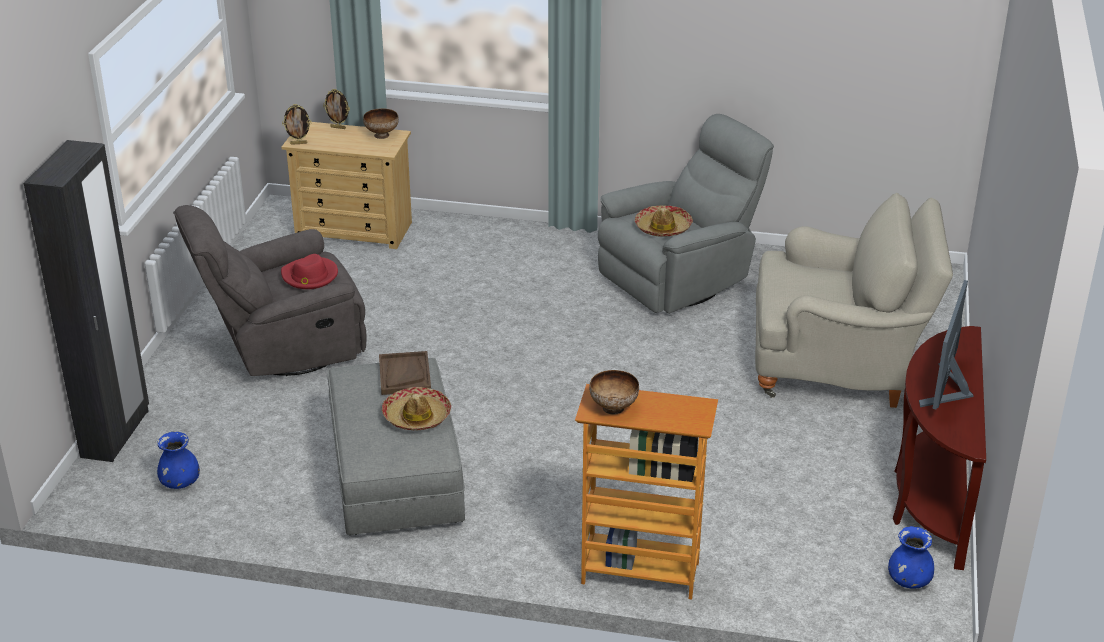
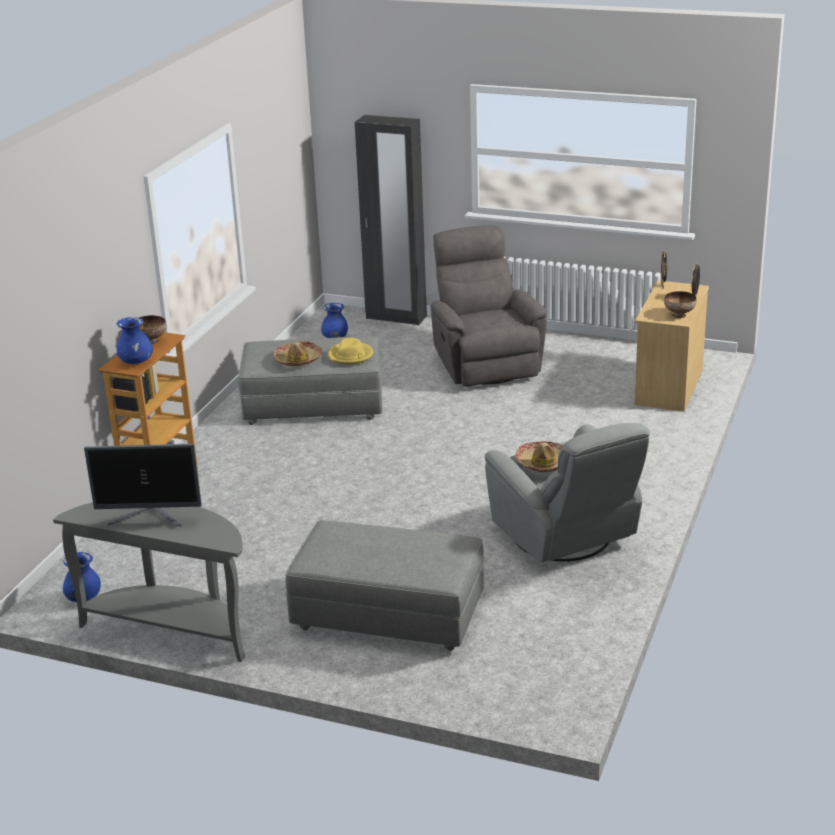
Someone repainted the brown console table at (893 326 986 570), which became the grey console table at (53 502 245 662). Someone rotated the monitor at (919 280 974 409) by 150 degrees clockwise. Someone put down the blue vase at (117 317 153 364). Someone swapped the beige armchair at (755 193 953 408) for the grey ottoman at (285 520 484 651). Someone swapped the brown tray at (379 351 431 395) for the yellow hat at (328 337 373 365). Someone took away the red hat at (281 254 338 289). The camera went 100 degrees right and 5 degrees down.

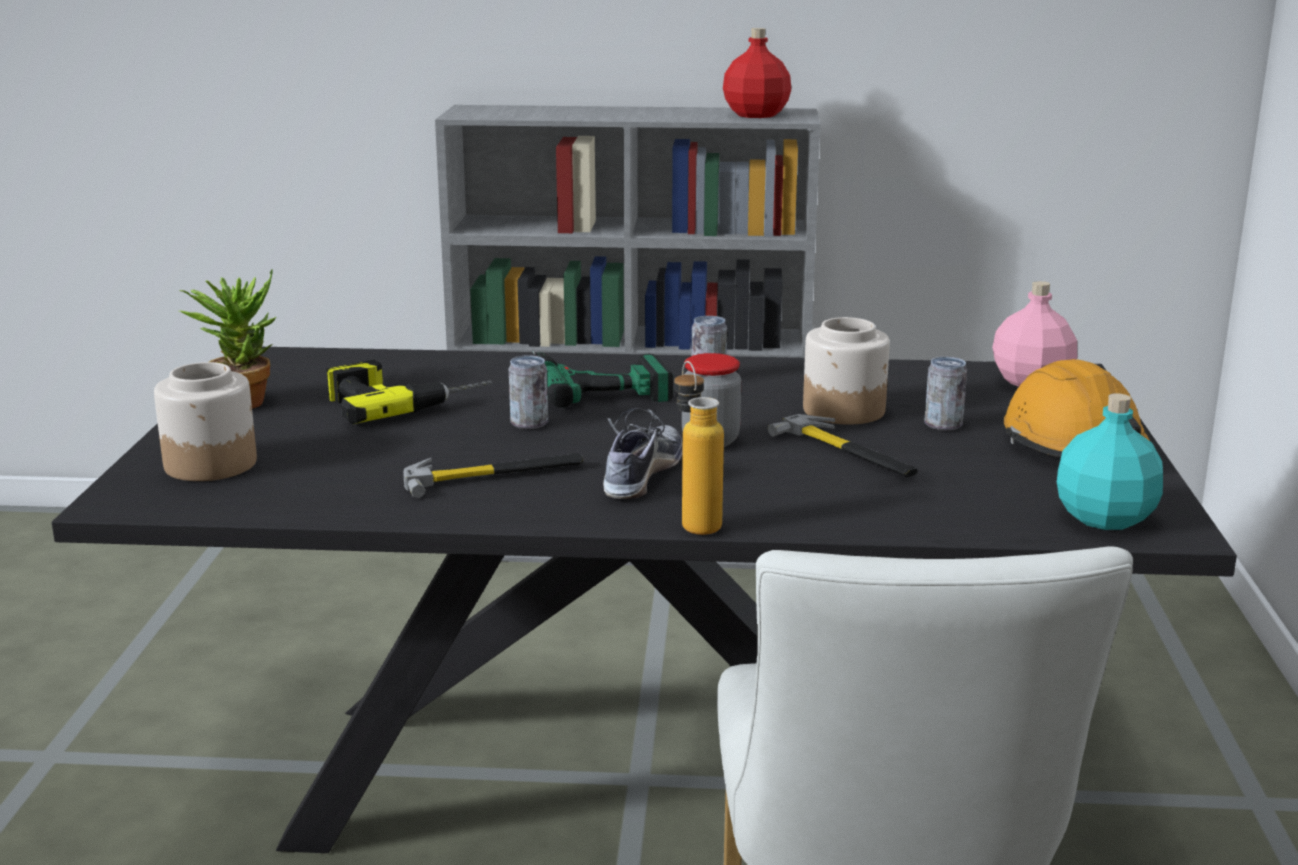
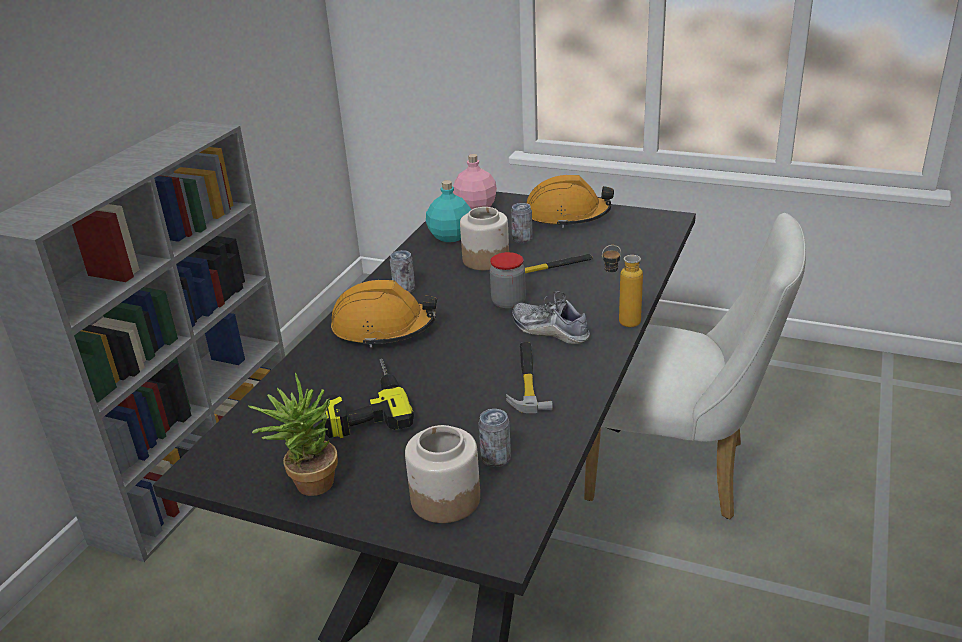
Someone swapped the power drill at (532 351 673 408) for the orange hard hat at (331 280 437 348). Someone carried the turquoise bottle from (1057 393 1163 530) to (426 180 472 242). Someone carried the can from (509 355 548 429) to (478 409 511 467). Someone took away the red bottle at (723 28 791 118). The camera went 70 degrees left and 10 degrees up.

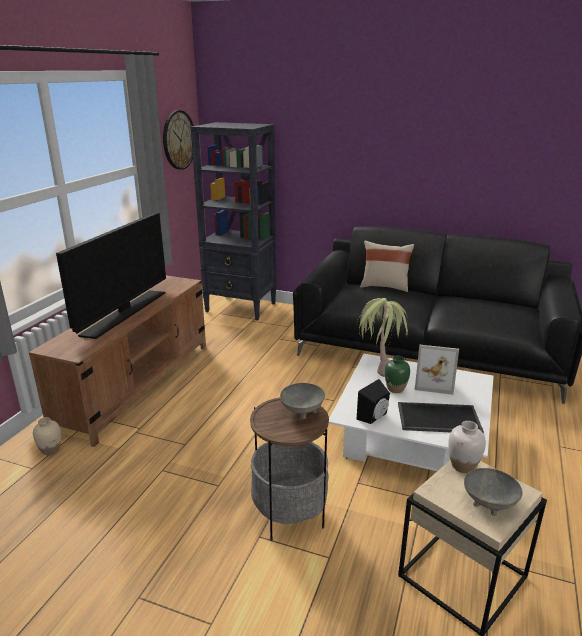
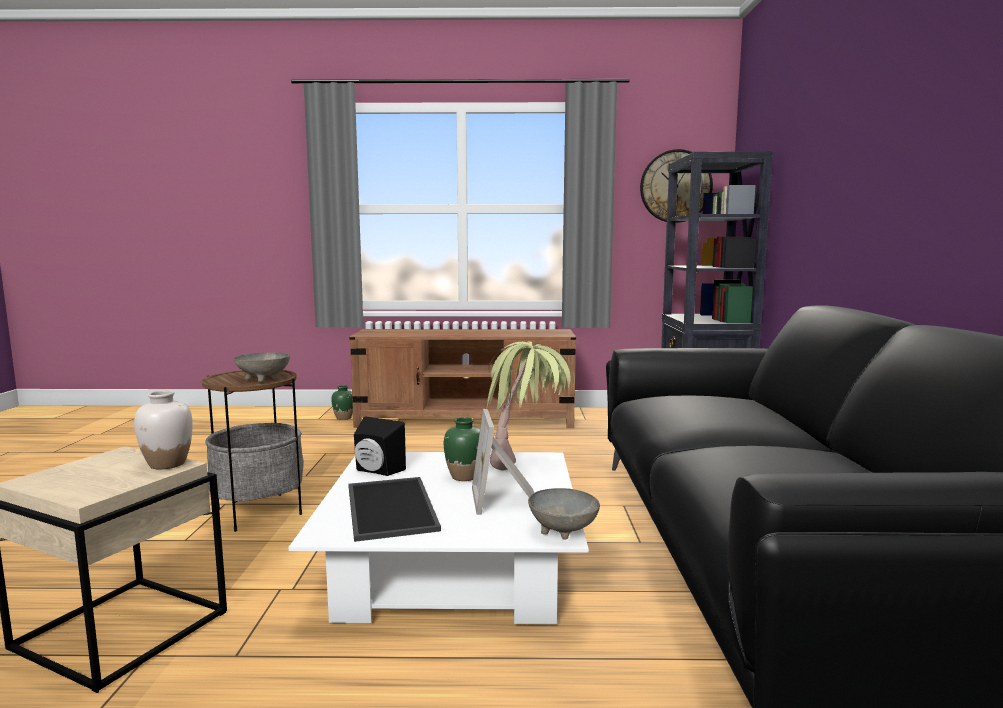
Someone repainted the beige vase at (33 417 61 455), which became the green vase at (331 385 353 420). Someone carried the grey bowl from (464 468 523 516) to (528 488 600 540). Someone took away the television at (56 213 166 339). Someone took away the beige pillow at (360 240 414 292). The camera went 70 degrees right and 15 degrees down.

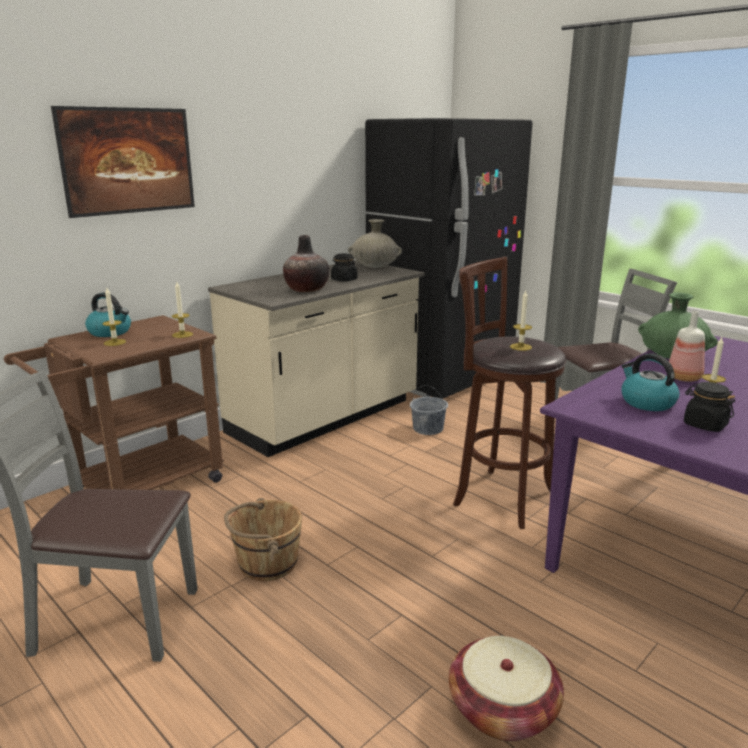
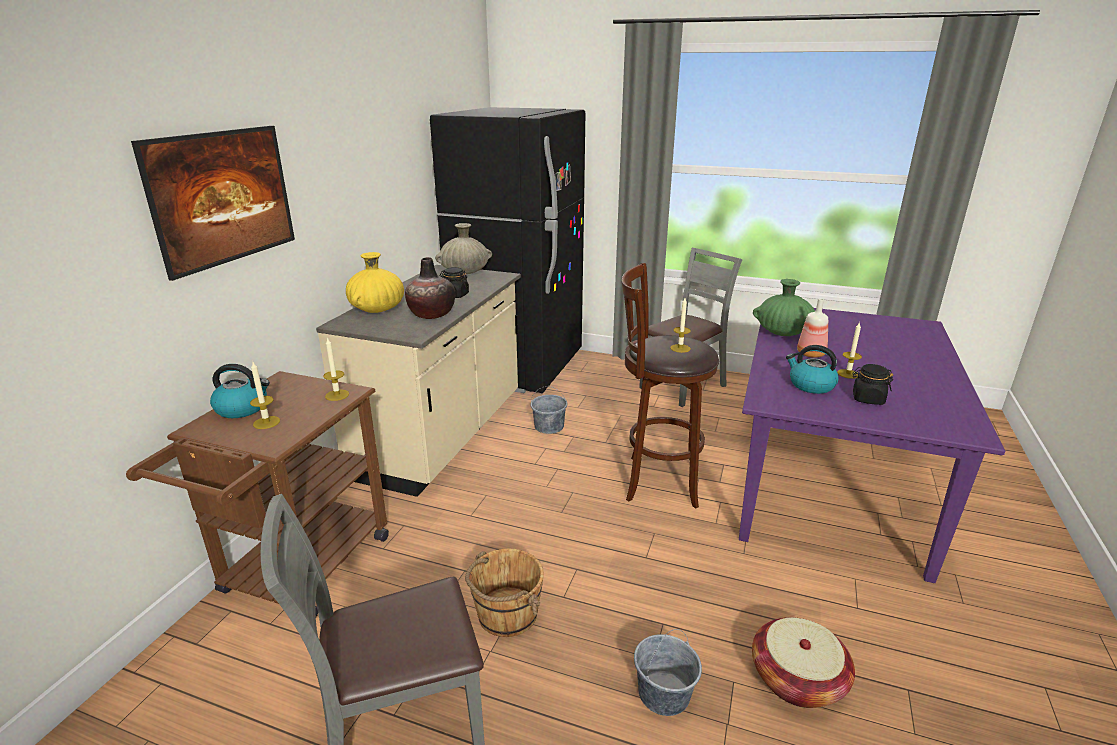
Someone put down the yellow vase at (346 252 404 313). Someone put down the grey bucket at (634 629 702 716). The camera went 25 degrees left and 5 degrees up.

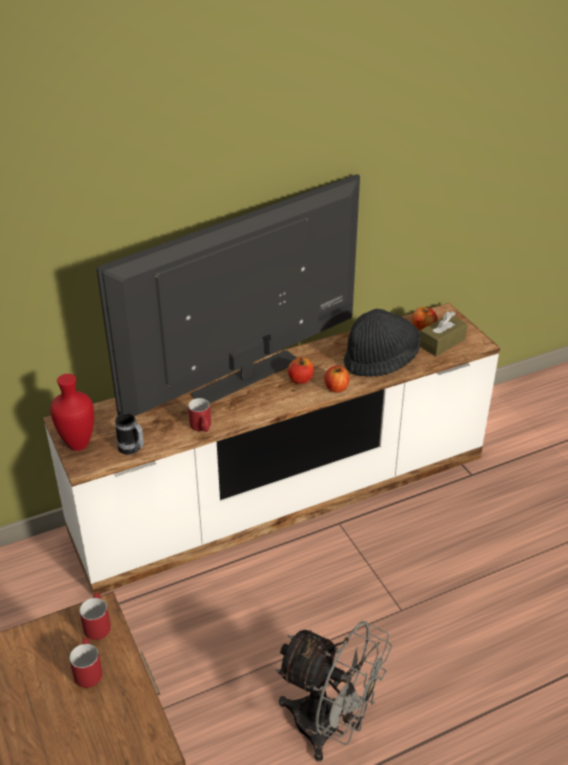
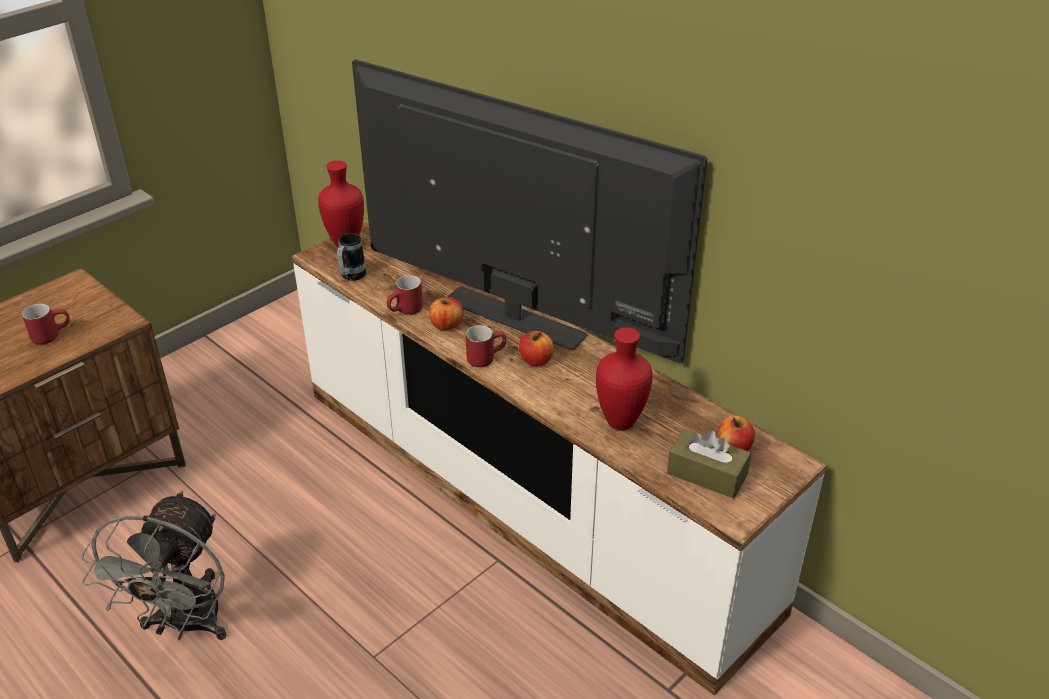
Someone carried the apple from (325 366 349 393) to (429 297 463 330). Someone carried the red mug from (80 593 111 640) to (466 325 507 367). Someone swapped the black hat at (344 309 421 377) for the red vase at (596 327 653 430). The camera went 70 degrees right and 0 degrees up.

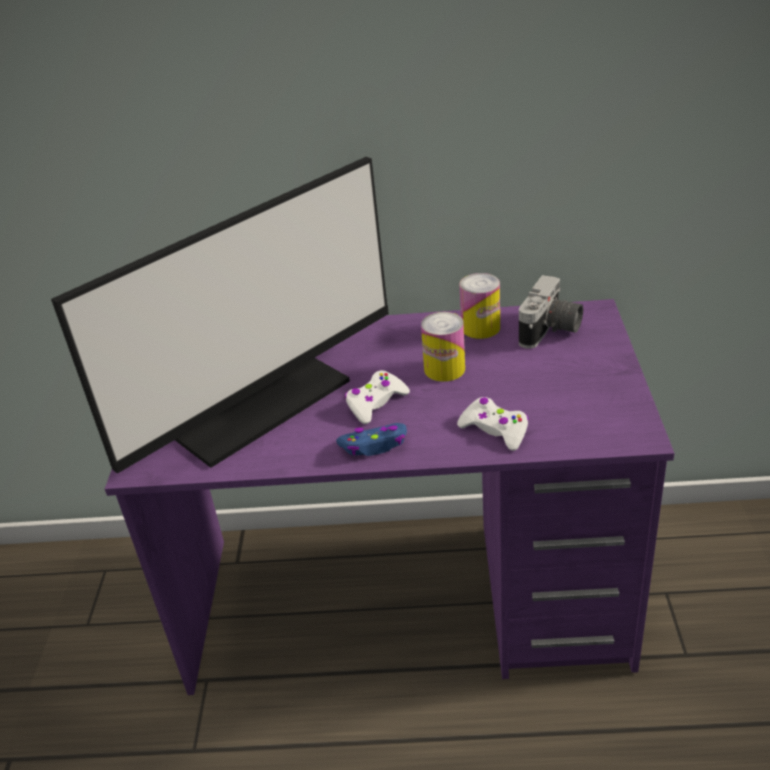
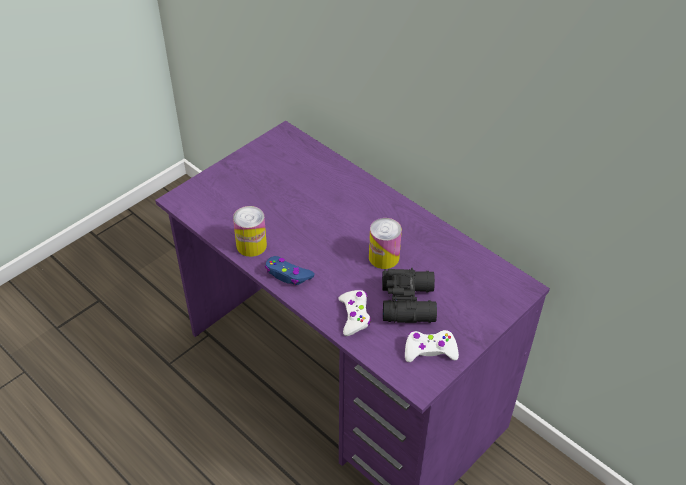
Someone carried the can from (460 273 500 339) to (233 206 267 257). Someone put down the black binoculars at (382 268 437 323). Someone carried the white game controller from (345 370 410 424) to (405 330 459 362). Someone took away the monitor at (51 157 389 474). Someone took away the photo camera at (519 275 583 349). The camera went 40 degrees right and 10 degrees up.

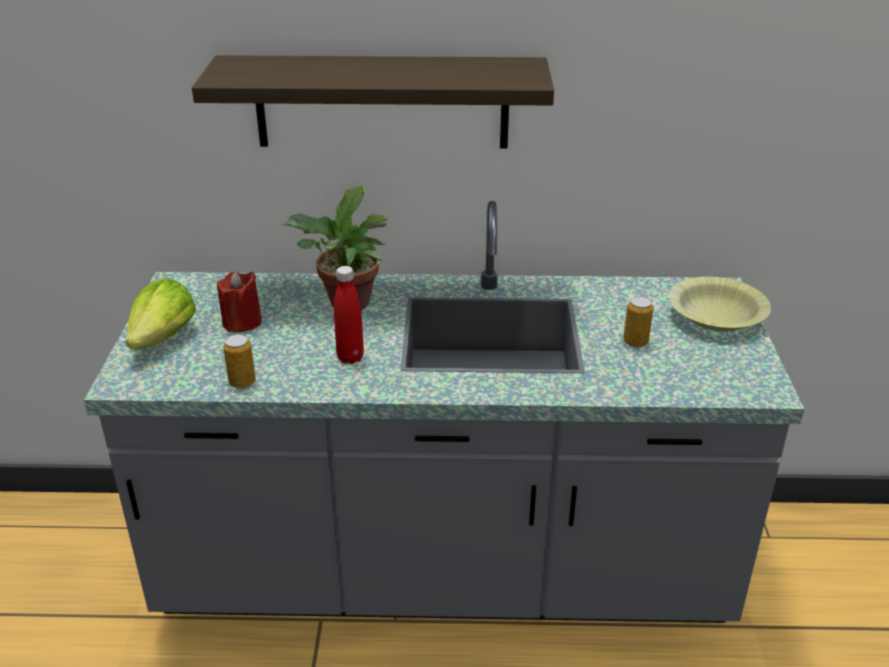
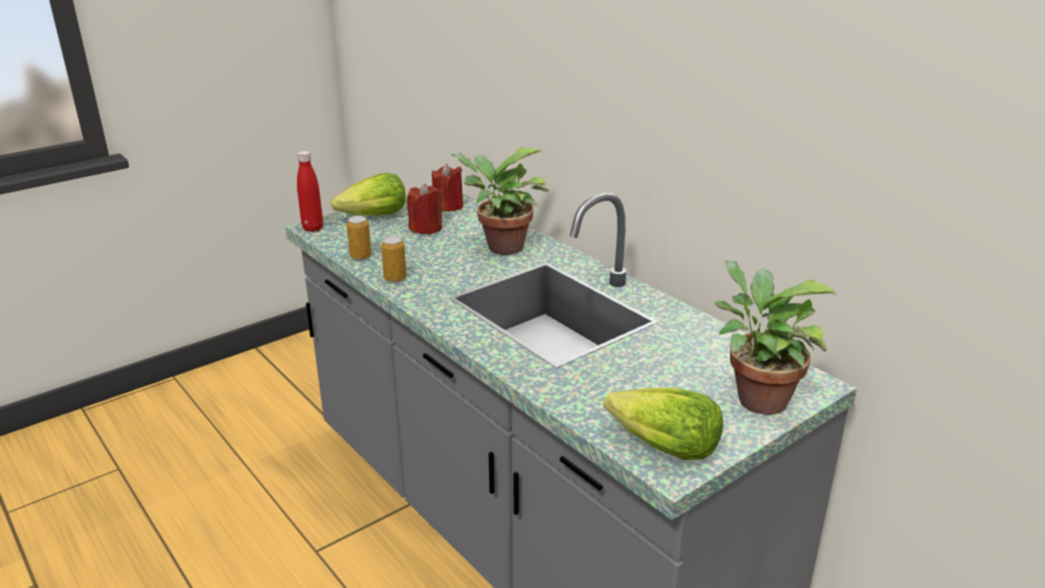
Someone carried the red bottle from (334 266 364 364) to (297 151 323 232). Someone carried the can from (623 296 653 347) to (381 236 407 283). Someone put down the red candle at (432 163 463 212). Someone put down the lettuce at (604 388 723 460). Someone swapped the yellow bowl at (669 277 771 332) for the potted plant at (715 260 838 415). Someone took away the shelf at (192 55 554 149). The camera went 50 degrees right and 5 degrees down.

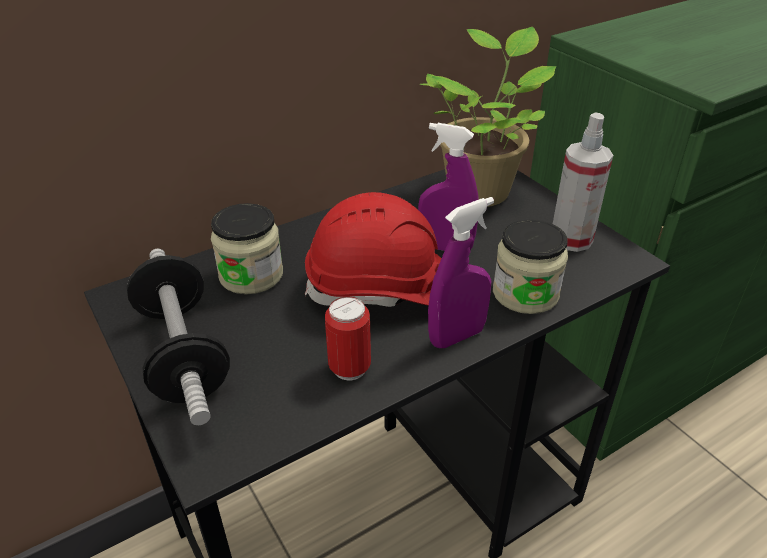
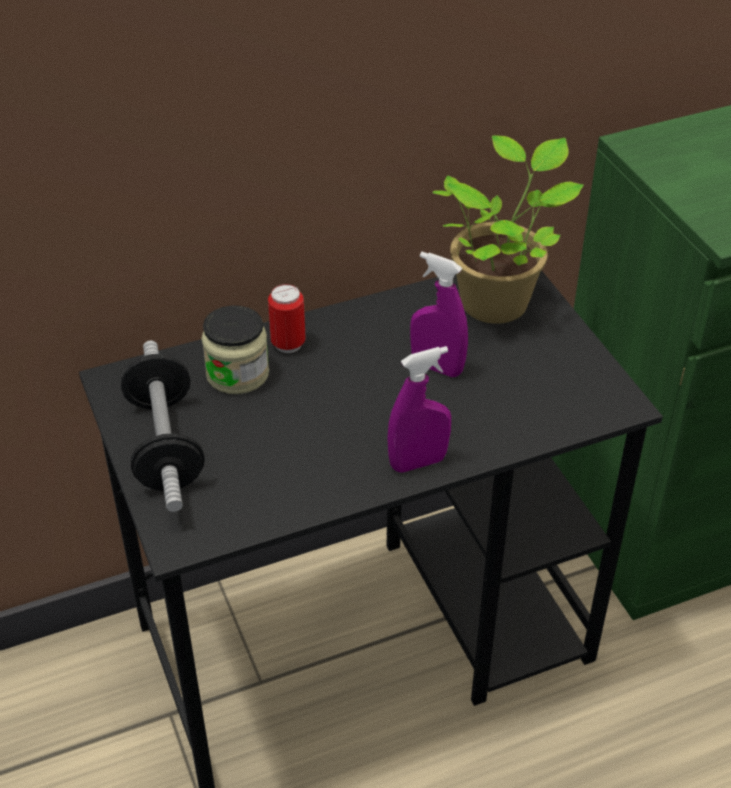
Someone carried the can from (325 296 371 380) to (268 284 306 353). Someone took away the red hard hat at (305 192 441 308). Someone took away the jar at (493 220 568 314). Someone took away the spray bottle at (553 113 613 252). The camera went 10 degrees right and 5 degrees up.

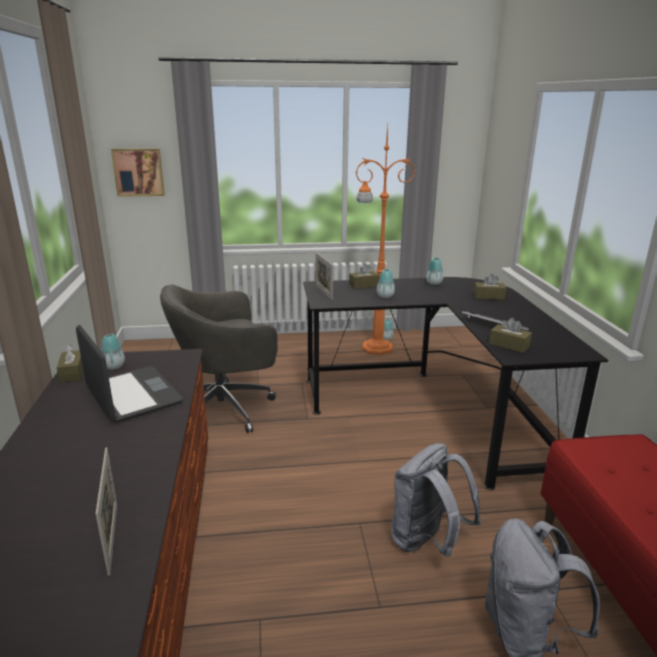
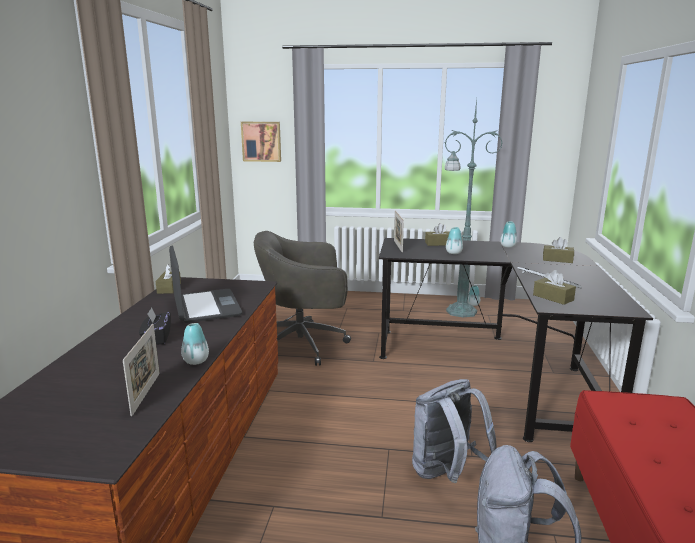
Someone put down the black tissue box at (139 307 171 345). Someone carried the vase from (101 334 125 370) to (181 323 209 365). Someone repainted the orange floor lamp at (356 126 415 355), which became the green floor lamp at (445 99 503 317). The camera went 15 degrees right and 5 degrees down.

